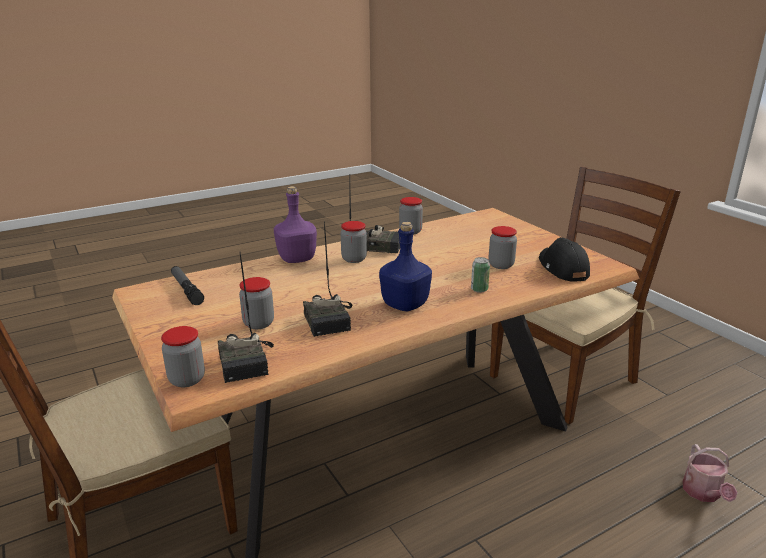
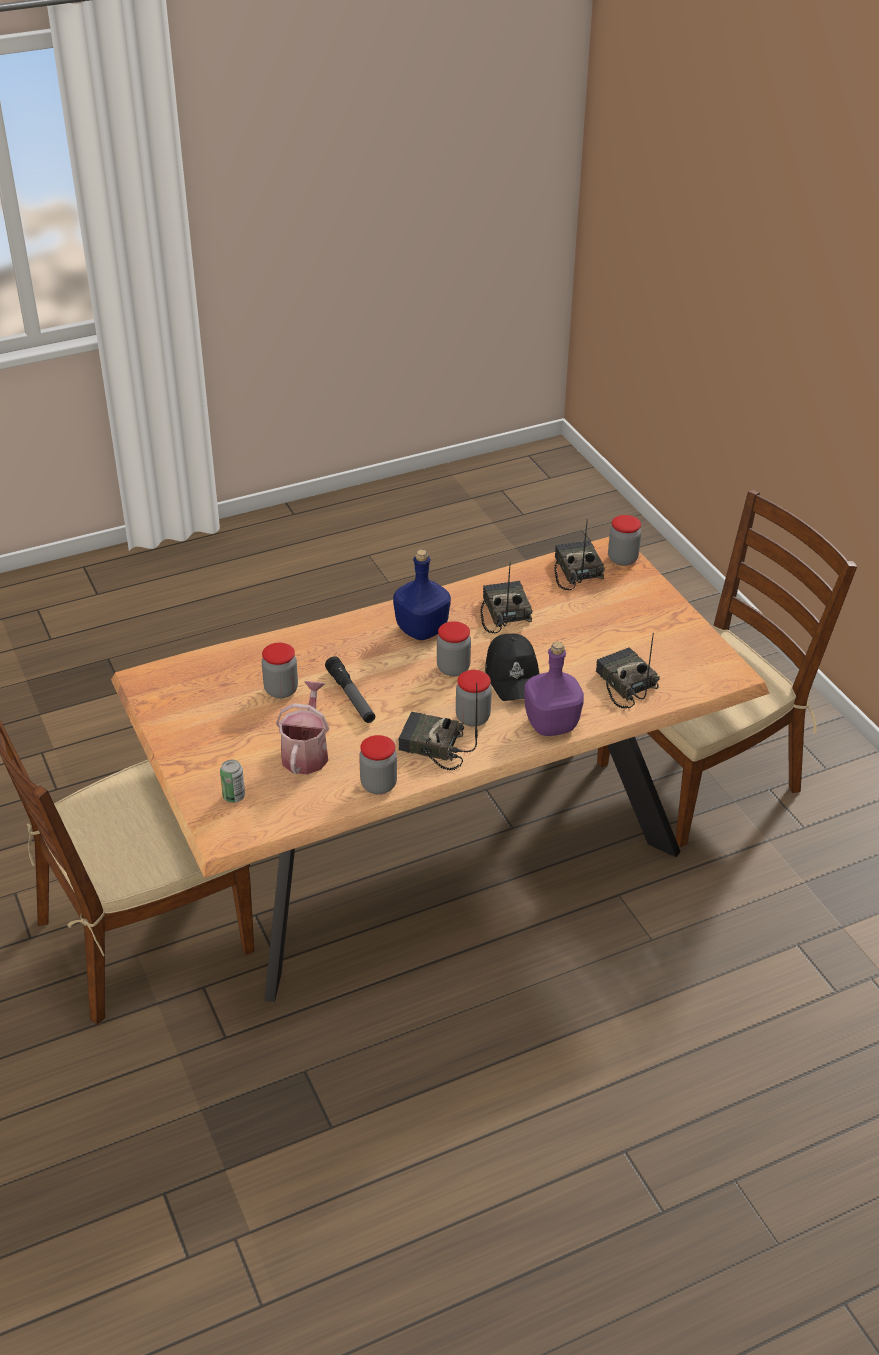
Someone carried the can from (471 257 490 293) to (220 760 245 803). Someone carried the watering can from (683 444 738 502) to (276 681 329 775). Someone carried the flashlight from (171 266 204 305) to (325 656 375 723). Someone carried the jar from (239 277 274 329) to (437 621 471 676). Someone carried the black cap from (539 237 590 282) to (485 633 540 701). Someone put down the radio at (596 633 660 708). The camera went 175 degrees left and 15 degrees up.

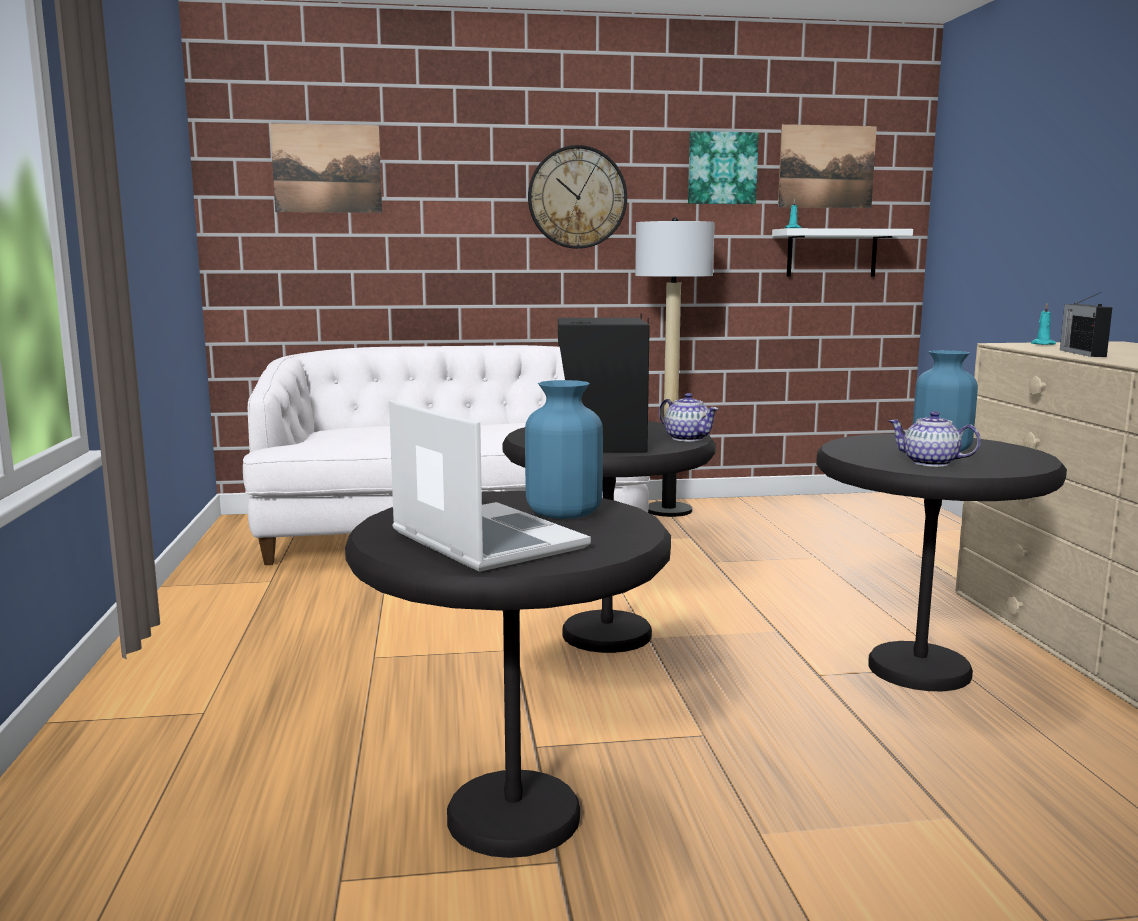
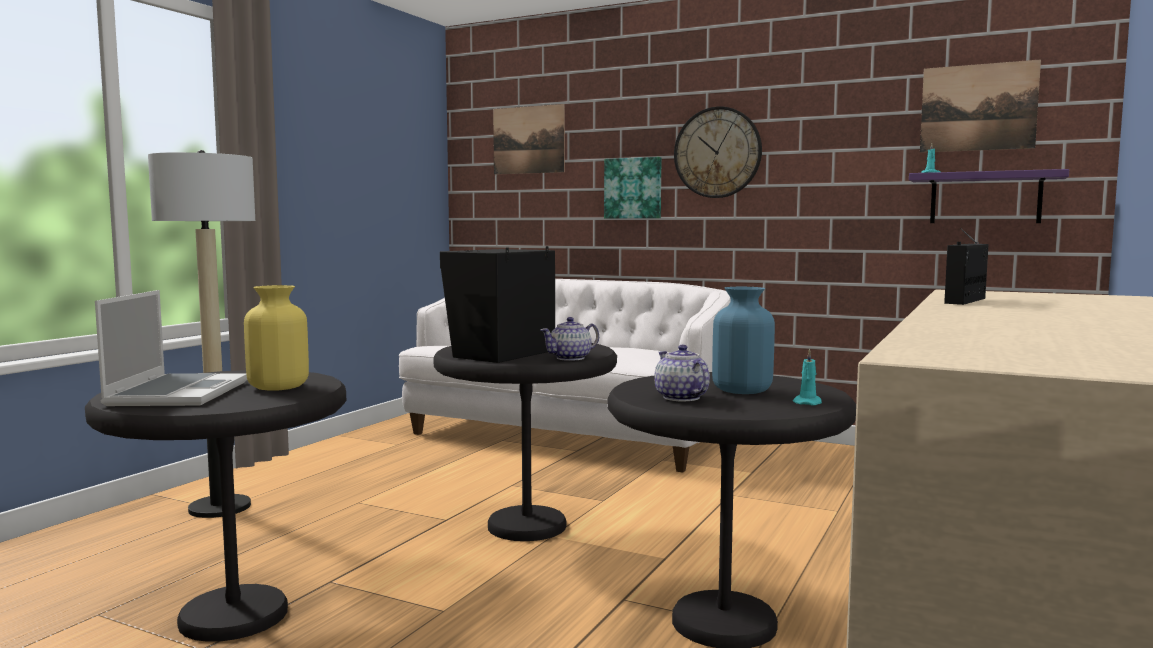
Someone carried the floor lamp from (635 217 715 517) to (148 150 255 518). Someone repainted the blue vase at (525 380 603 519), which became the yellow vase at (244 285 309 391). Someone rotated the teapot at (659 393 719 442) by 60 degrees clockwise. Someone carried the picture from (688 131 759 204) to (604 157 661 218). Someone carried the turquoise candle from (1031 304 1056 345) to (793 349 822 405). Someone repainted the white shelf at (772 228 913 277), which became the purple shelf at (909 169 1069 223). The camera went 35 degrees right and 5 degrees down.

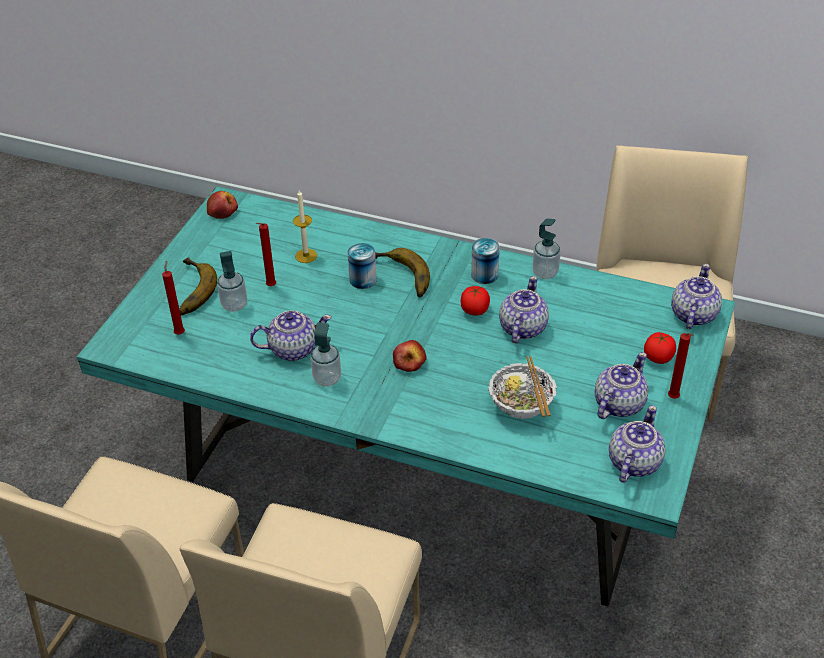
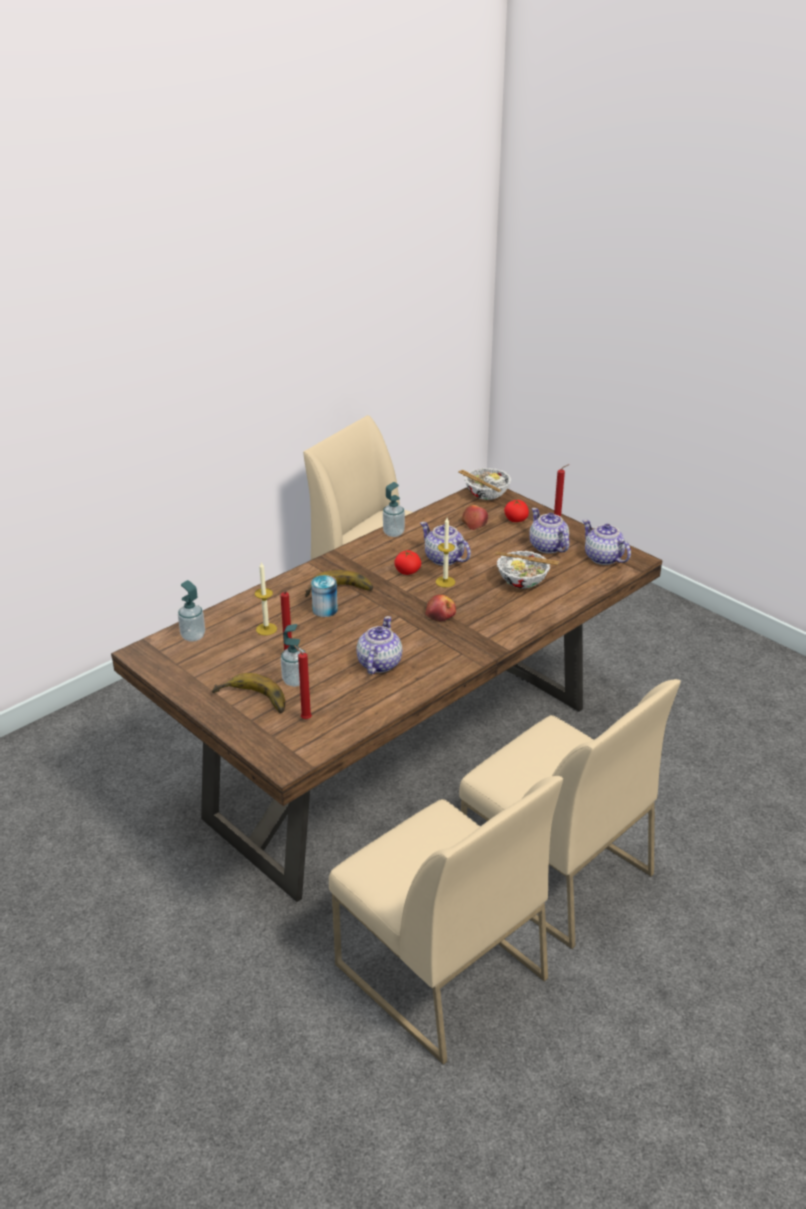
Someone repainted the turquoise dining table at (77 186 735 607), which became the brown dining table at (111 487 663 902). Someone carried the soap dispenser from (311 322 341 386) to (178 580 205 642). Someone put down the candle at (436 518 455 588). Someone swapped the teapot at (671 264 722 329) for the bowl at (458 468 511 500). Someone carried the apple from (207 191 238 219) to (462 505 488 530). Someone took away the can at (471 238 500 284). The camera went 65 degrees left and 10 degrees down.

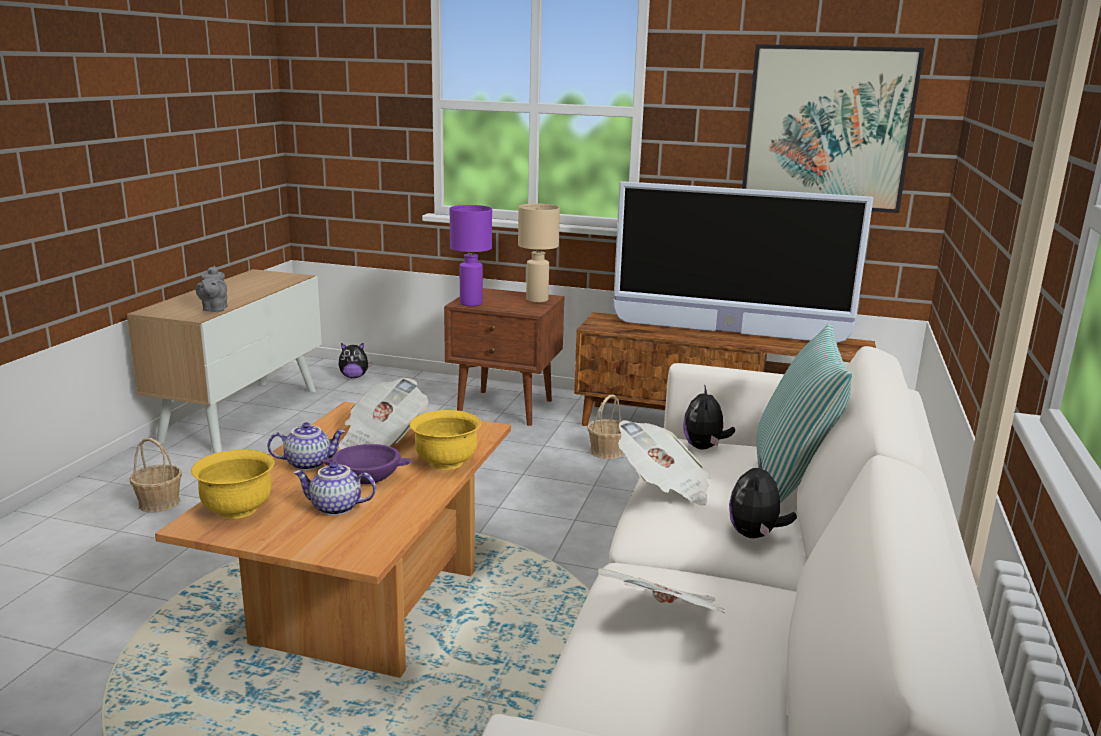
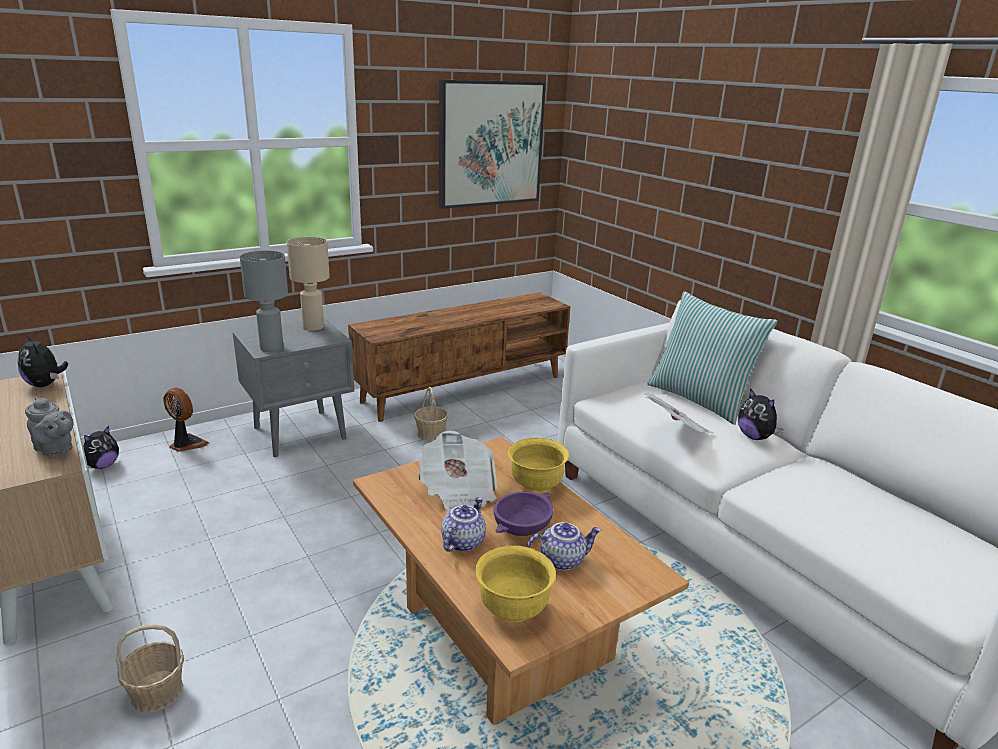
Someone carried the plush toy from (683 384 735 450) to (18 334 68 387). Someone put down the fan at (163 388 209 452). Someone repainted the brown nightstand at (444 288 564 426), which became the grey nightstand at (233 318 354 457). Someone repainted the purple table lamp at (450 205 492 306), which became the grey table lamp at (240 251 288 352). Someone rotated the teapot at (293 462 376 516) by 150 degrees counterclockwise. Someone took away the newspaper at (598 568 725 613). Someone took away the television at (614 181 874 343). The camera went 50 degrees left and 5 degrees up.

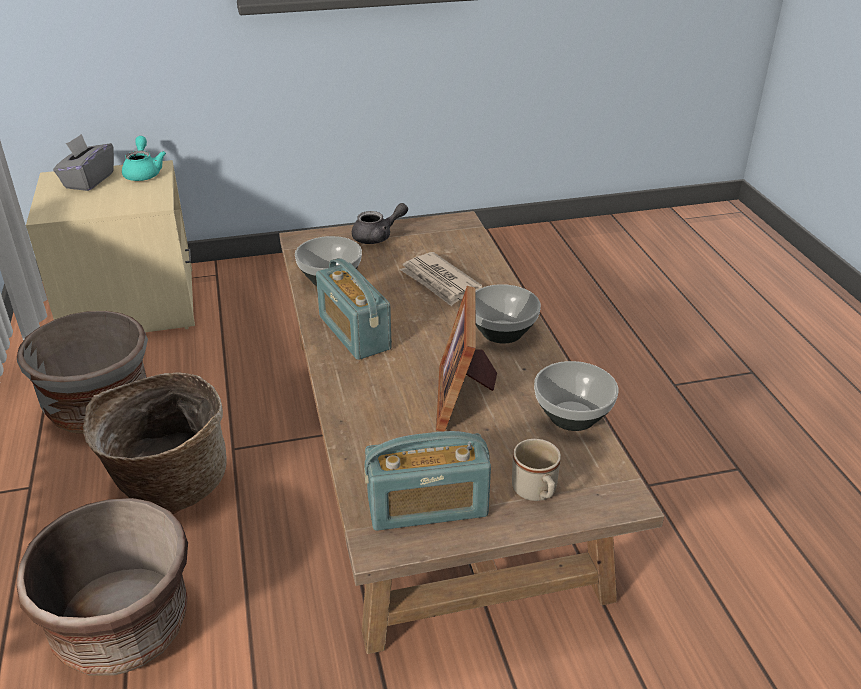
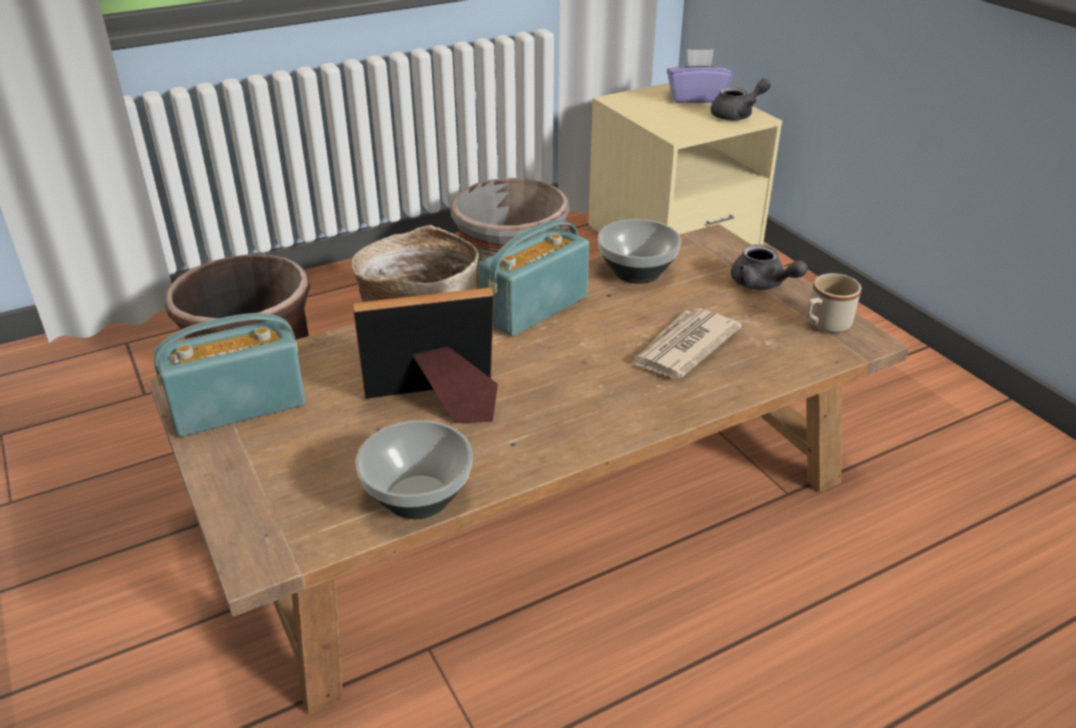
Someone rotated the radio at (364 431 491 531) by 90 degrees clockwise. Someone repainted the grey tissue box at (53 134 114 191), which became the purple tissue box at (667 49 733 103). Someone repainted the turquoise teapot at (122 136 166 181), which became the grey teapot at (711 78 771 120). Someone carried the beige mug from (512 439 561 501) to (806 273 861 333). Someone took away the bowl at (476 284 541 343). The camera went 75 degrees right and 0 degrees up.

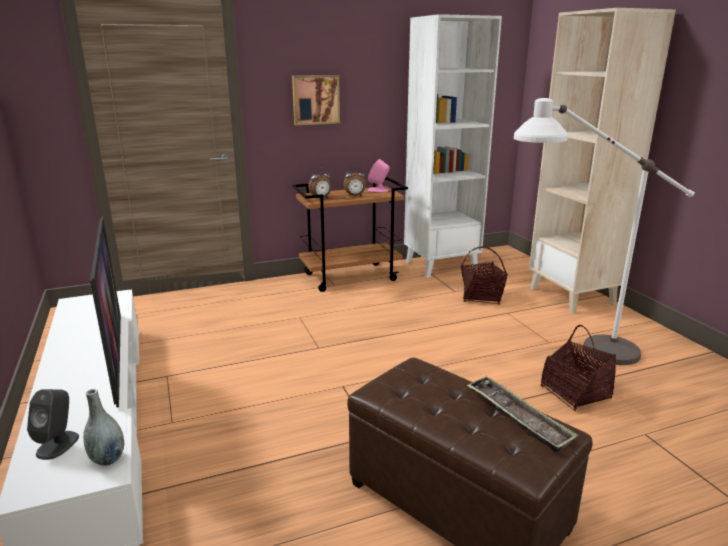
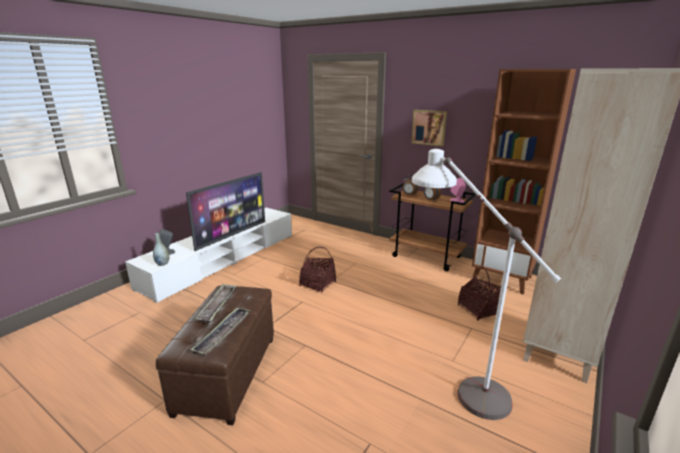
Someone put down the tray at (195 284 237 323). Someone carried the basket from (541 325 616 411) to (299 247 336 293). Someone repainted the white bookcase at (404 14 502 278), which became the brown bookcase at (472 69 576 294). The camera went 55 degrees right and 0 degrees up.

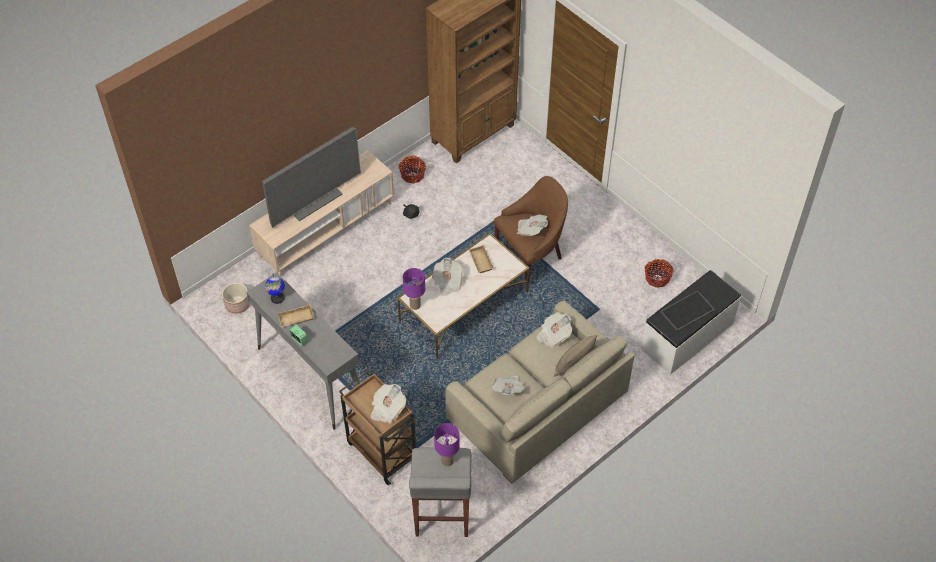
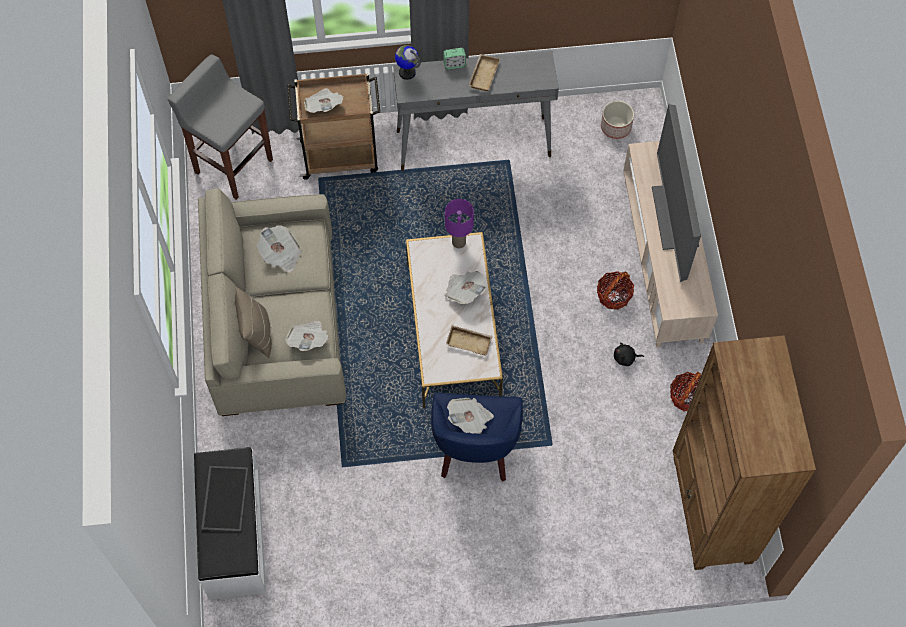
Someone carried the globe from (265 274 285 304) to (395 45 421 80). Someone repainted the brown armchair at (494 176 568 281), which became the blue armchair at (431 392 523 482). Someone carried the basket from (644 259 674 288) to (597 271 634 310). Someone took away the purple table lamp at (434 423 460 467). The camera went 125 degrees right and 10 degrees up.

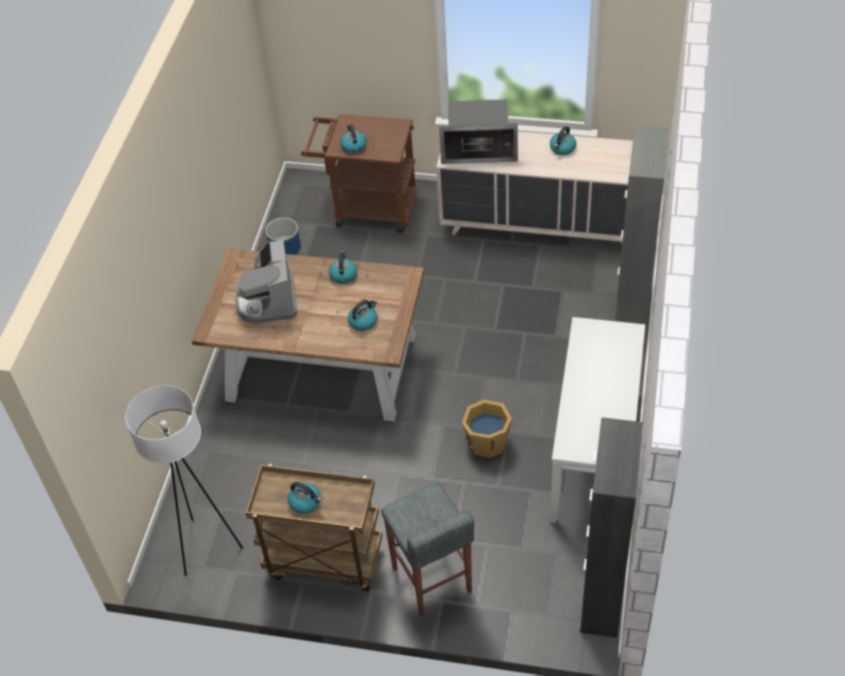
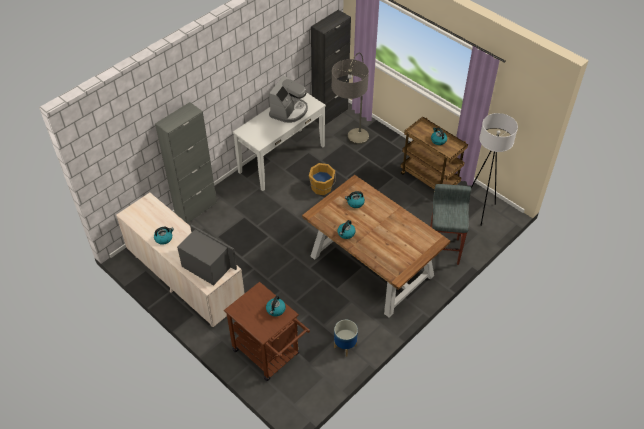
Someone carried the coffee machine from (235 240 297 324) to (269 76 308 123). Someone put down the floor lamp at (332 53 369 145). Someone carried the grey stool from (381 483 474 617) to (430 184 471 265). The camera went 150 degrees left and 0 degrees up.

